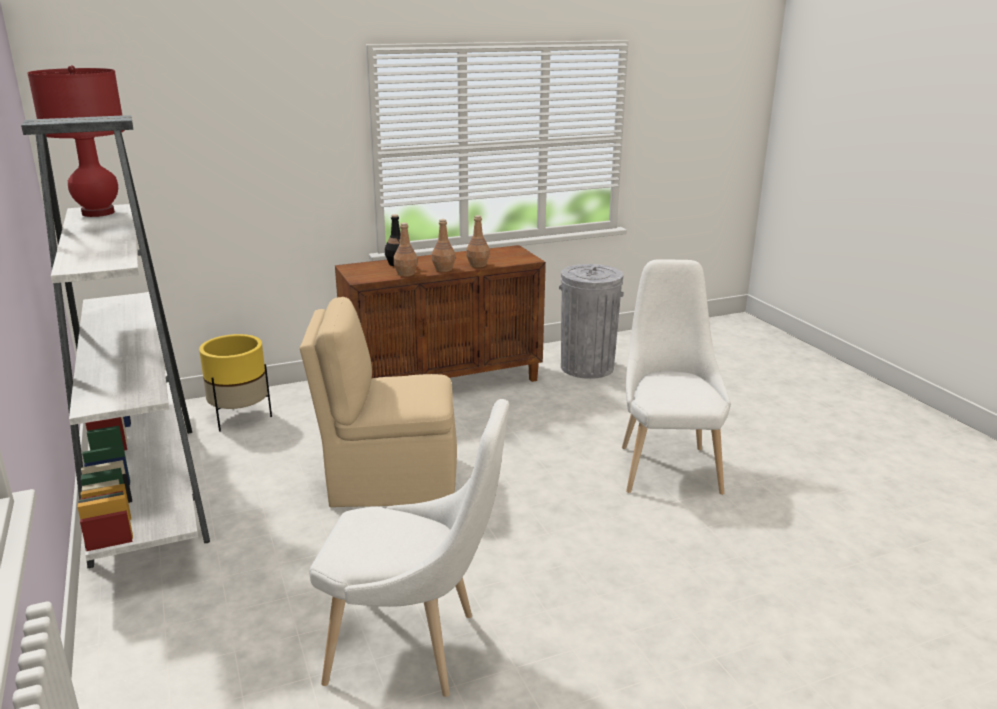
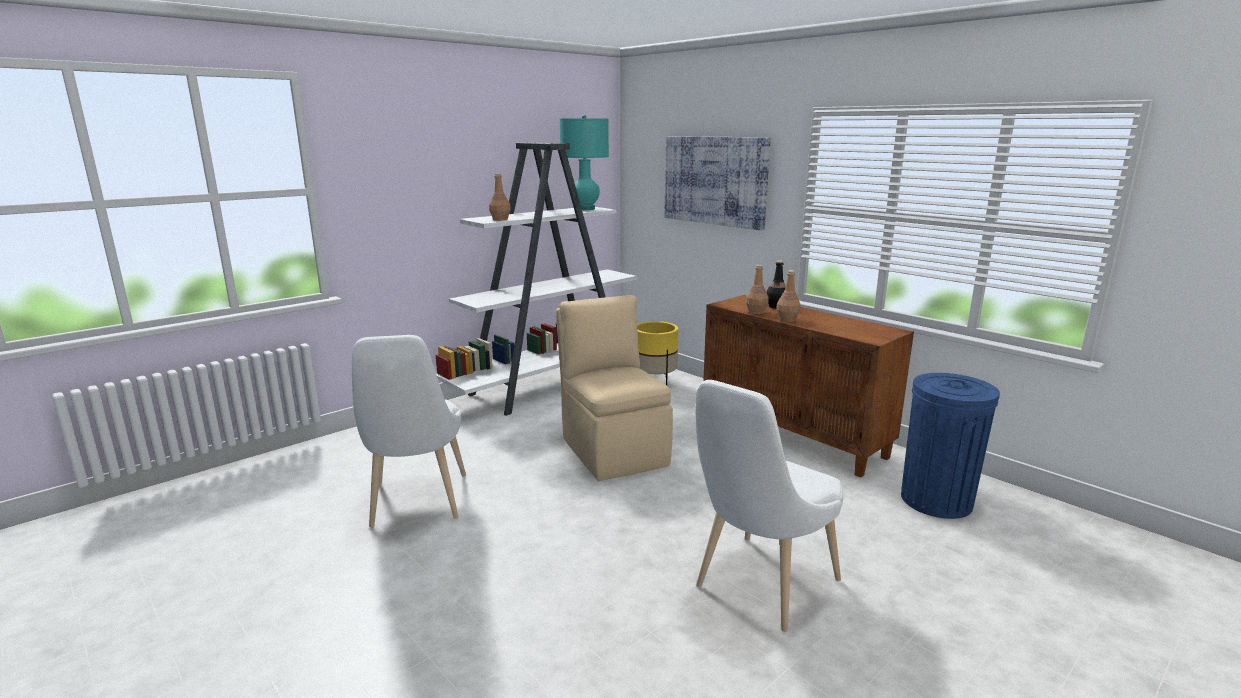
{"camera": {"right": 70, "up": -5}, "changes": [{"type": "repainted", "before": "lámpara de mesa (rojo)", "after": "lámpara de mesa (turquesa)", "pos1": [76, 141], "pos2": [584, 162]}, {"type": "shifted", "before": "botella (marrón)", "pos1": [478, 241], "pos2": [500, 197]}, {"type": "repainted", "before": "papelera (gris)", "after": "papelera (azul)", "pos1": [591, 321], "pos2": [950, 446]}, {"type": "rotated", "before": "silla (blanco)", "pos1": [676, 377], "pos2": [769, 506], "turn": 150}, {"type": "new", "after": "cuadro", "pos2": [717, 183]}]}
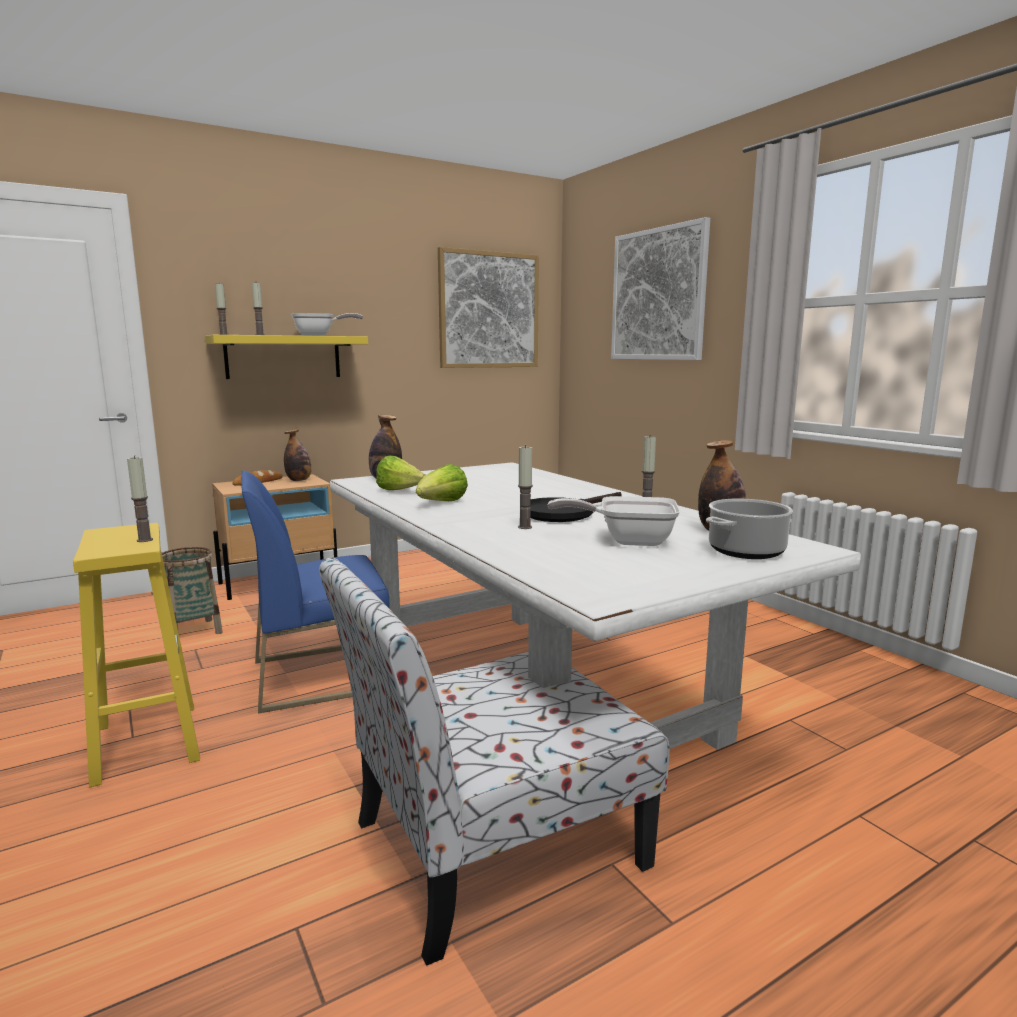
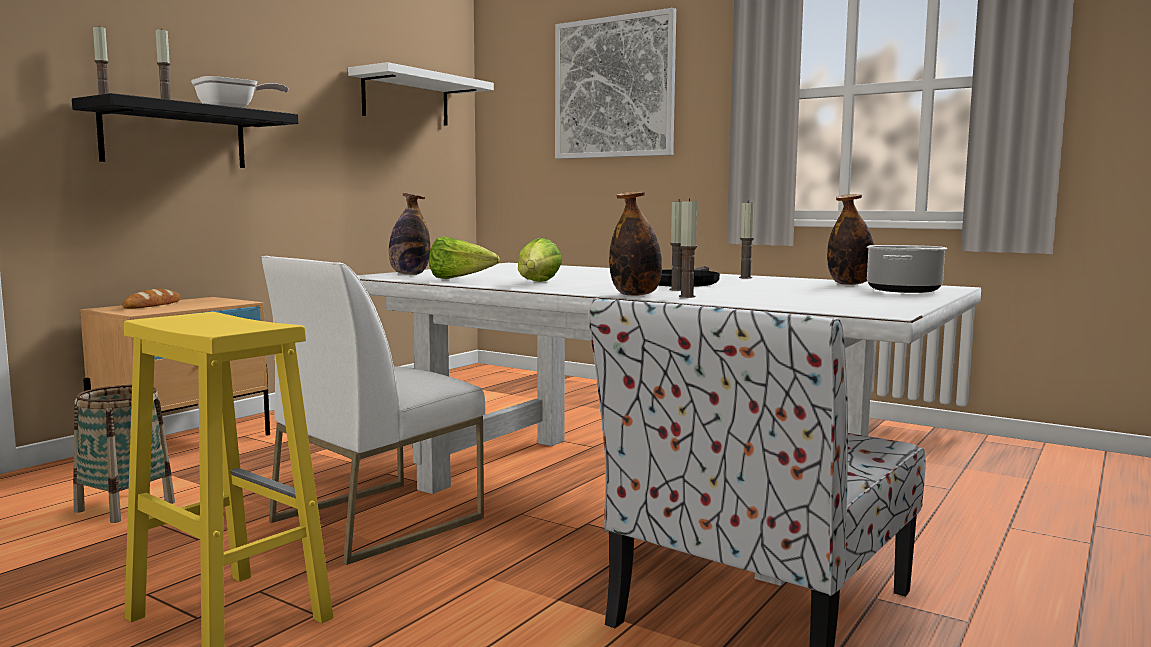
{"camera": {"right": -25, "up": -5}, "changes": [{"type": "shifted", "before": "vela", "pos1": [140, 498], "pos2": [688, 248]}, {"type": "repainted", "before": "estante (amarillo)", "after": "estante (negro)", "pos1": [286, 357], "pos2": [185, 130]}, {"type": "repainted", "before": "silla (azul)", "after": "silla (blanco)", "pos1": [315, 592], "pos2": [373, 410]}, {"type": "shifted", "before": "botella", "pos1": [297, 455], "pos2": [635, 243]}, {"type": "swapped", "before": "cuadro", "after": "estante (blanco)", "pos1": [488, 307], "pos2": [421, 94]}, {"type": "gone", "before": "sartén", "pos1": [614, 521]}]}
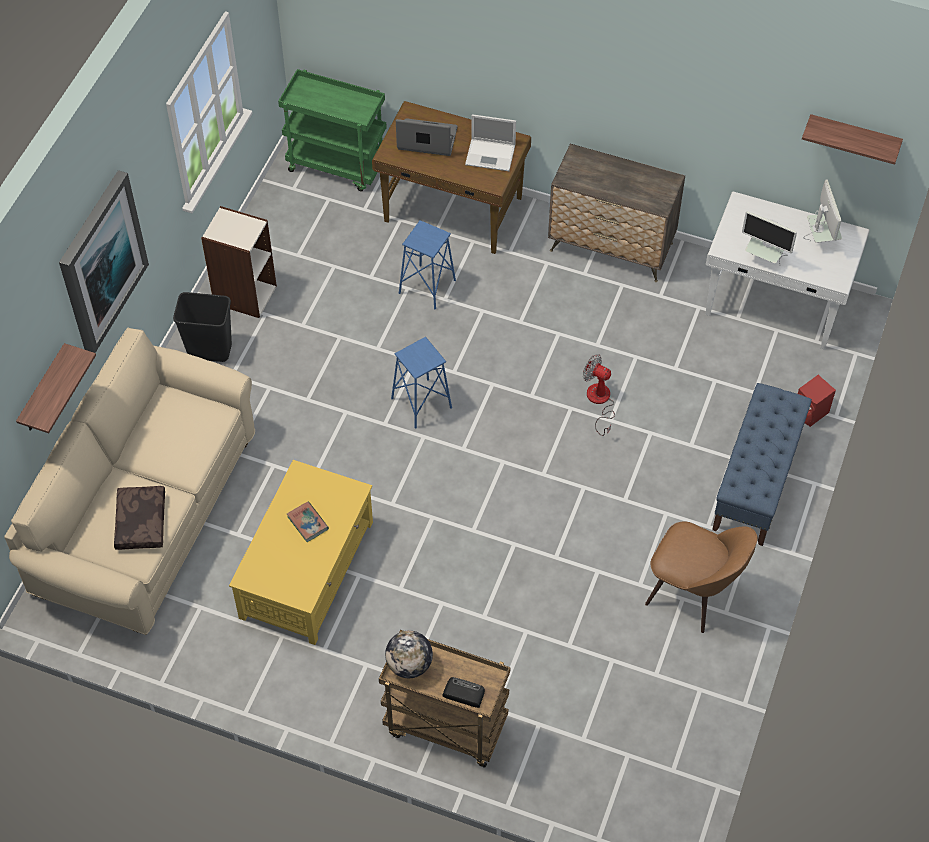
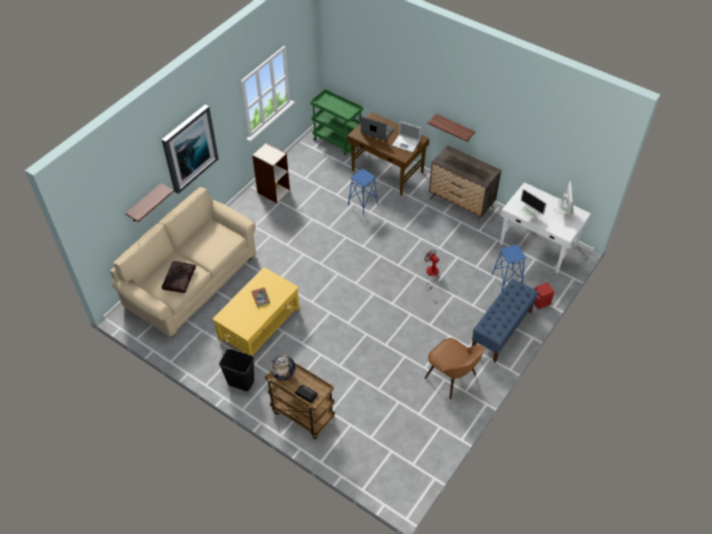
{"camera": {"right": 15, "up": -5}, "changes": [{"type": "shifted", "before": "papelera (negro)", "pos1": [202, 327], "pos2": [236, 369]}, {"type": "shifted", "before": "taburete (azul)", "pos1": [421, 383], "pos2": [509, 268]}, {"type": "shifted", "before": "estante", "pos1": [852, 139], "pos2": [451, 128]}]}
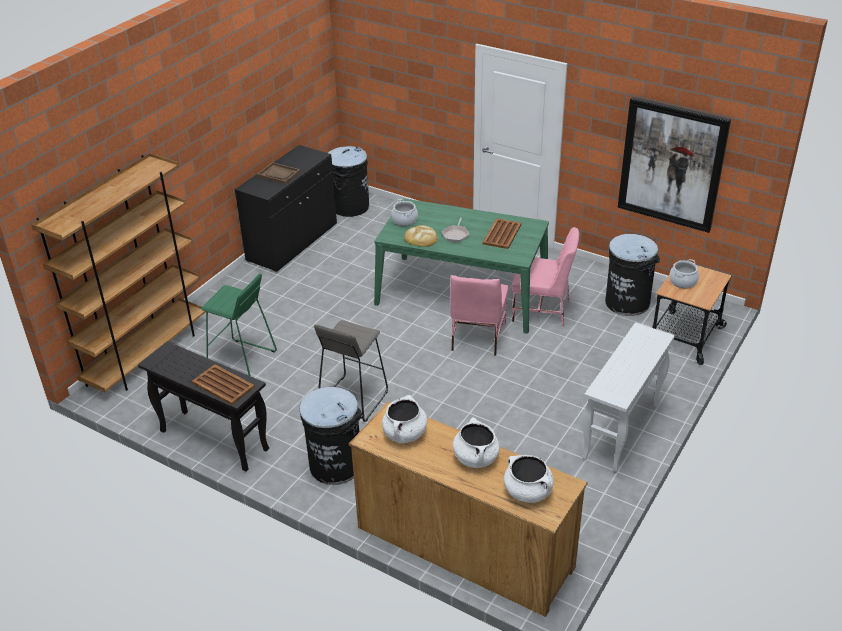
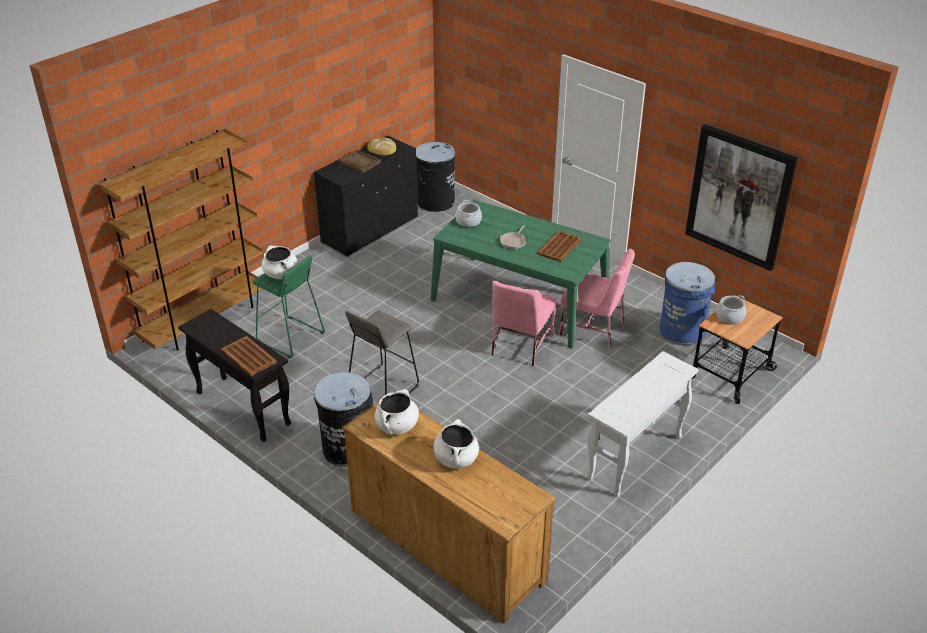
{"camera": {"right": 10, "up": 0}, "changes": [{"type": "shifted", "before": "pan", "pos1": [421, 236], "pos2": [381, 147]}, {"type": "shifted", "before": "olla (blanco)", "pos1": [529, 479], "pos2": [280, 262]}, {"type": "repainted", "before": "papelera (negro)", "after": "papelera (azul)", "pos1": [632, 275], "pos2": [687, 303]}]}
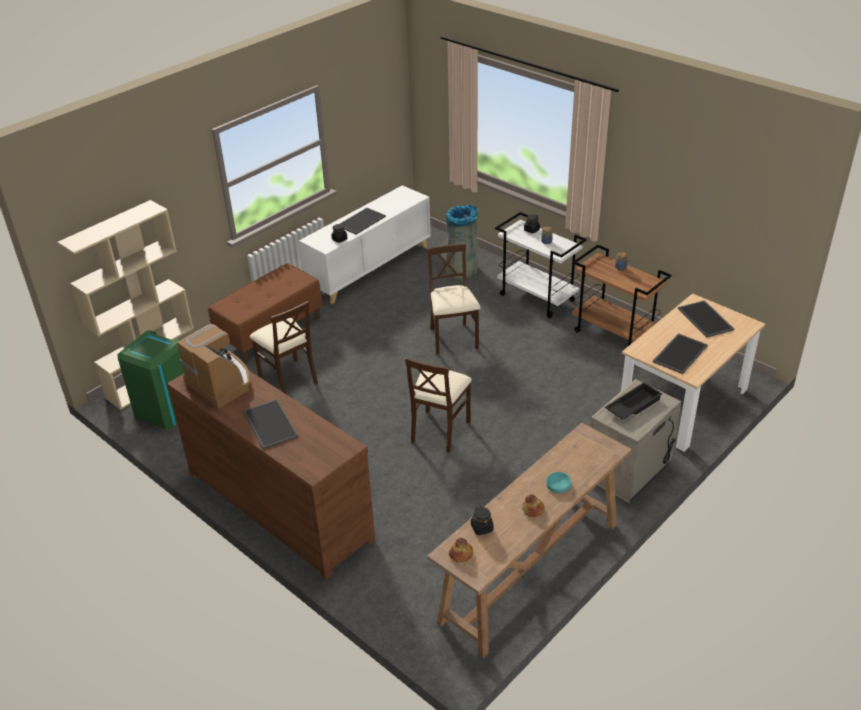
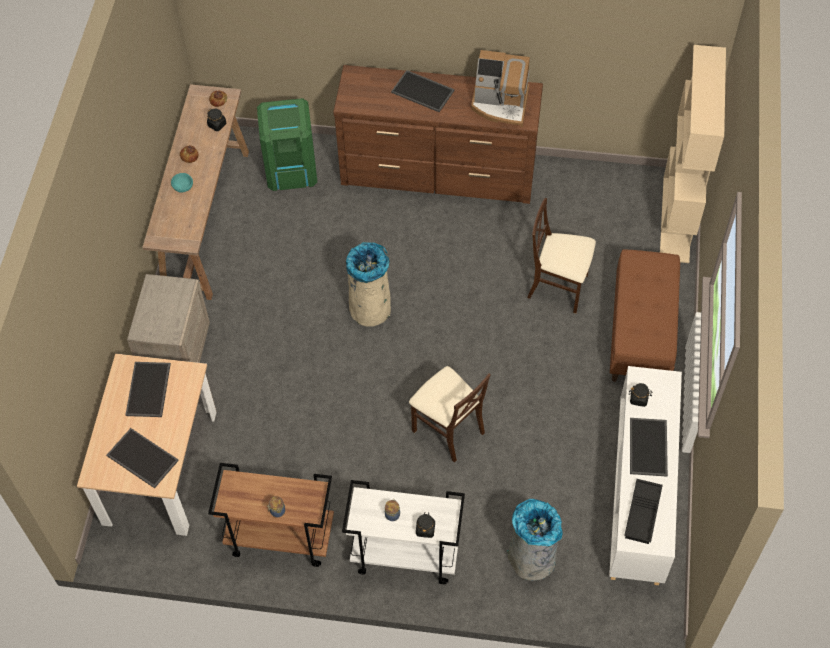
{"camera": {"right": 145, "up": 20}, "changes": [{"type": "shifted", "before": "papelera (verde)", "pos1": [151, 379], "pos2": [287, 144]}, {"type": "swapped", "before": "silla (beis)", "after": "papelera (beis)", "pos1": [438, 405], "pos2": [368, 284]}, {"type": "shifted", "before": "bandeja (negro)", "pos1": [633, 401], "pos2": [643, 511]}]}
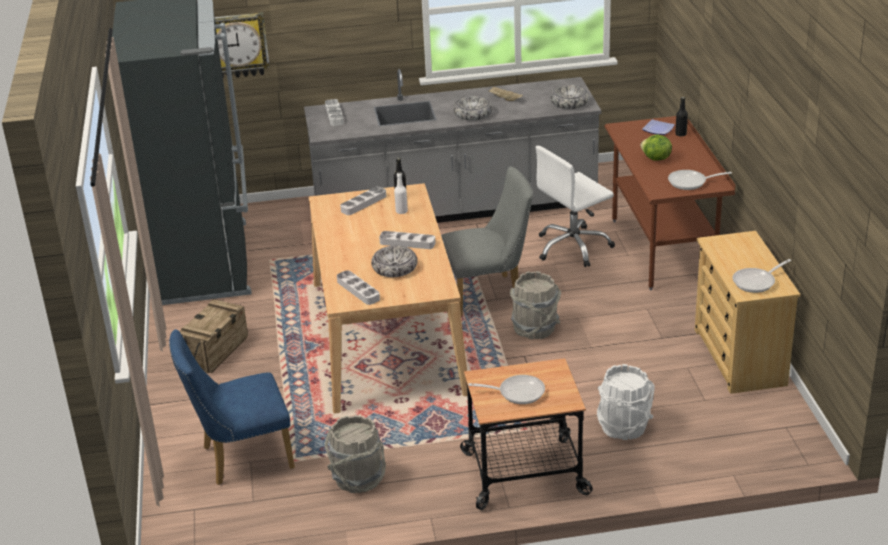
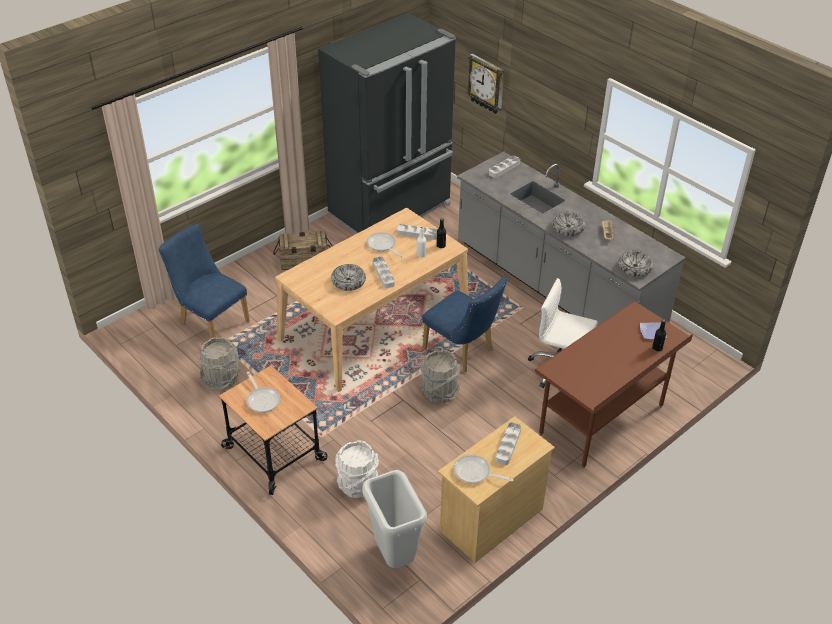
{"camera": {"right": 55, "up": 10}, "changes": [{"type": "shifted", "before": "bandeja (gris)", "pos1": [358, 287], "pos2": [508, 443]}, {"type": "repainted", "before": "silla (gris)", "after": "silla (azul)", "pos1": [487, 241], "pos2": [465, 324]}, {"type": "gone", "before": "lechuga", "pos1": [656, 148]}, {"type": "shifted", "before": "sartén", "pos1": [700, 180], "pos2": [384, 244]}, {"type": "new", "after": "papelera (gris)", "pos2": [394, 519]}]}
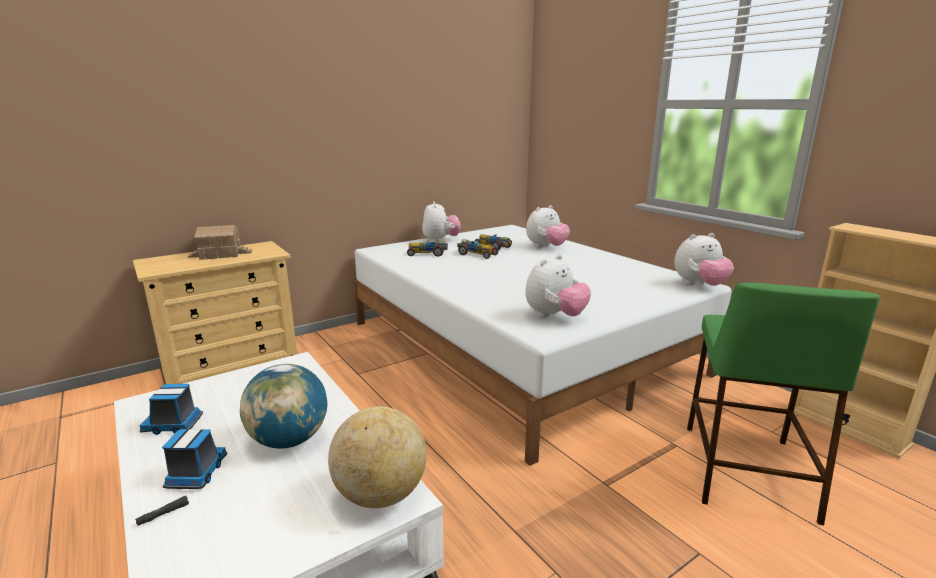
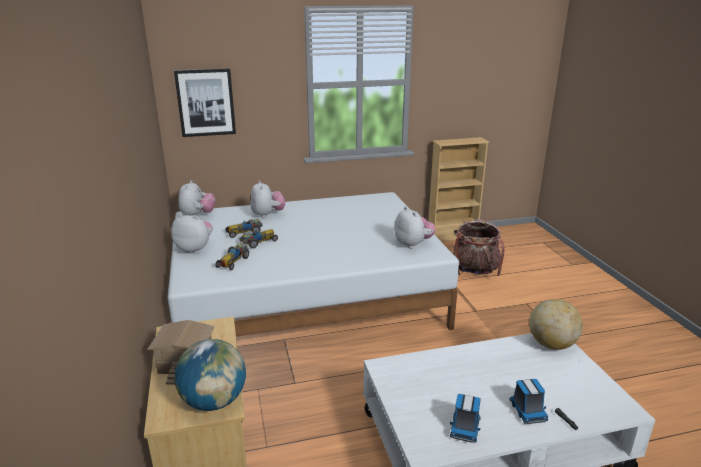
{"camera": {"right": -70, "up": 5}, "changes": [{"type": "rotated", "before": "camión de juguete", "pos1": [194, 459], "pos2": [528, 401], "turn": -120}, {"type": "shifted", "before": "globo terráqueo", "pos1": [283, 406], "pos2": [210, 375]}, {"type": "shifted", "before": "peluche", "pos1": [704, 259], "pos2": [196, 198]}, {"type": "swapped", "before": "taburete (verde)", "after": "mochila", "pos1": [783, 404], "pos2": [478, 247]}, {"type": "new", "after": "cuadro", "pos2": [205, 102]}]}
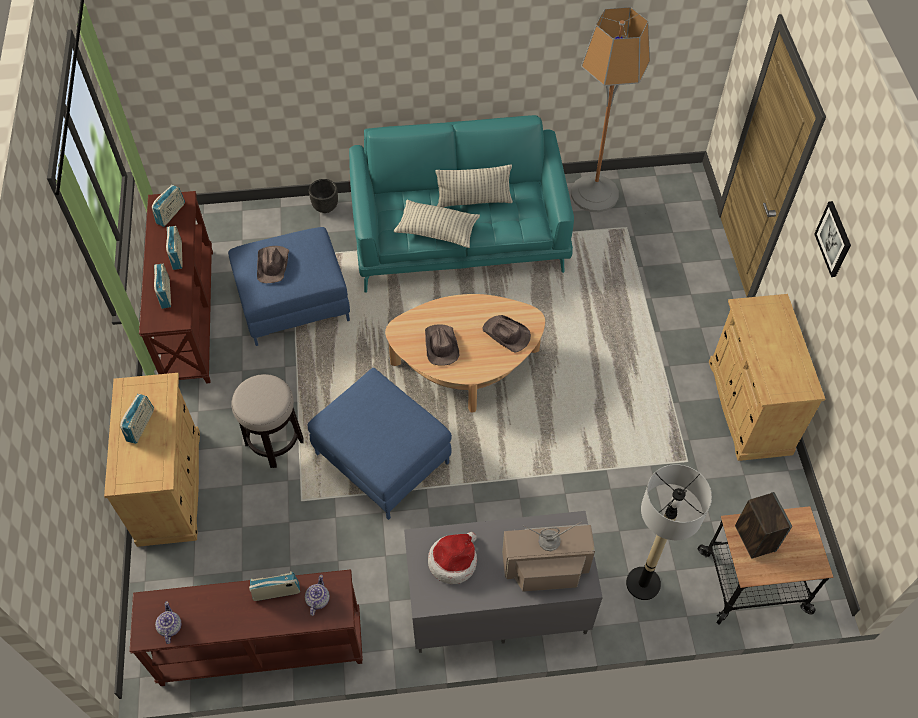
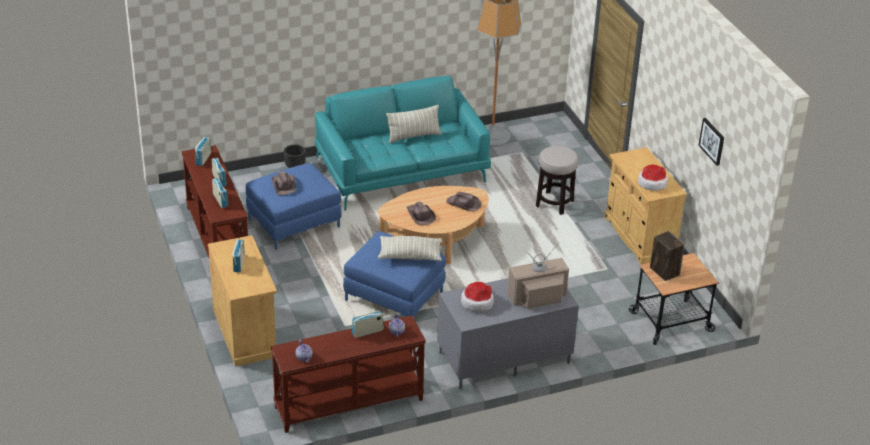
{"camera": {"right": -15, "up": -20}, "changes": [{"type": "shifted", "before": "taburete", "pos1": [267, 421], "pos2": [557, 180]}, {"type": "shifted", "before": "cojín", "pos1": [437, 224], "pos2": [410, 248]}, {"type": "gone", "before": "lámpara de pie", "pos1": [669, 532]}, {"type": "shifted", "before": "cuadro", "pos1": [832, 239], "pos2": [711, 142]}, {"type": "new", "after": "sombrero", "pos2": [653, 178]}]}
